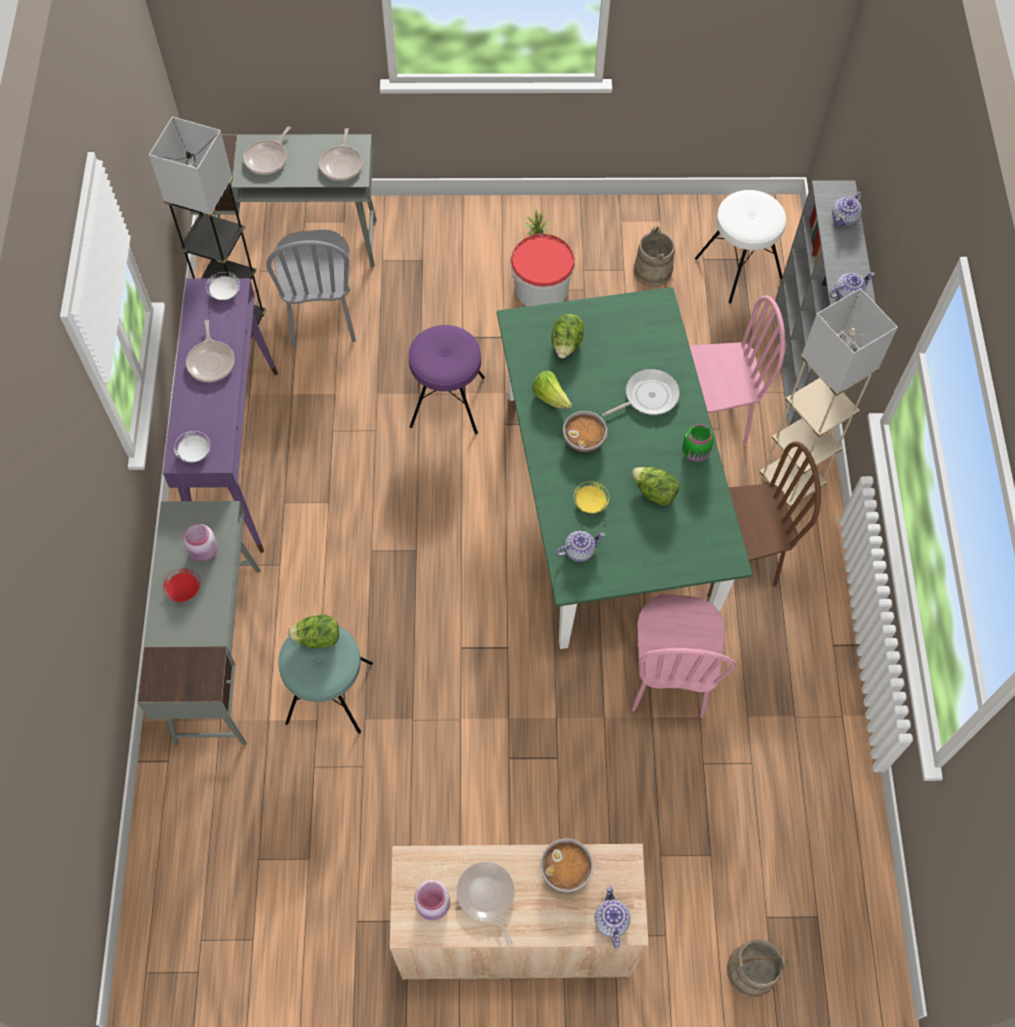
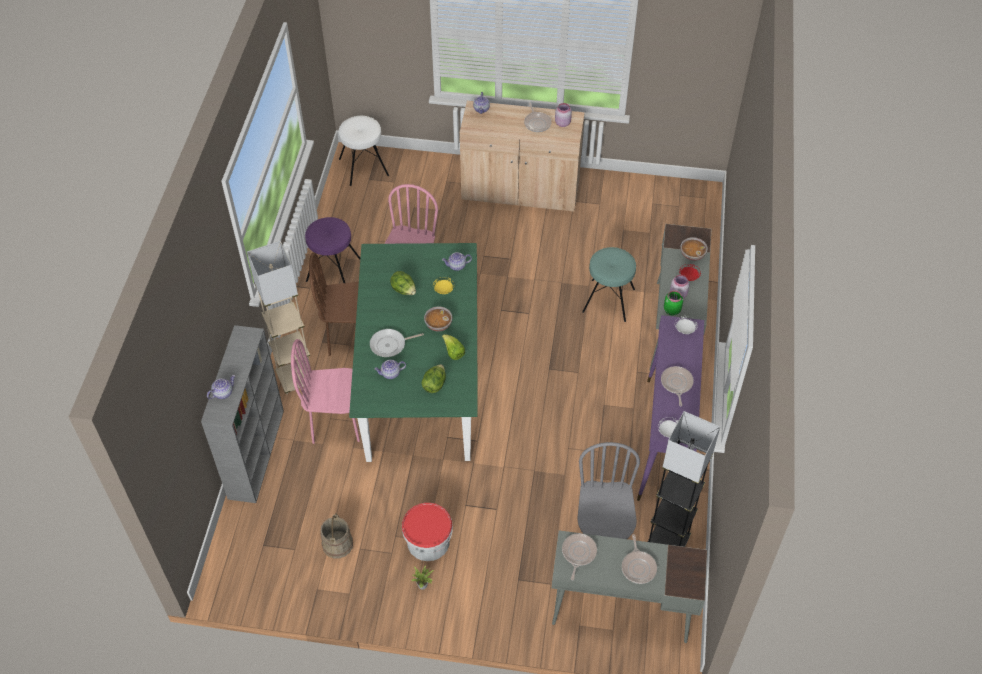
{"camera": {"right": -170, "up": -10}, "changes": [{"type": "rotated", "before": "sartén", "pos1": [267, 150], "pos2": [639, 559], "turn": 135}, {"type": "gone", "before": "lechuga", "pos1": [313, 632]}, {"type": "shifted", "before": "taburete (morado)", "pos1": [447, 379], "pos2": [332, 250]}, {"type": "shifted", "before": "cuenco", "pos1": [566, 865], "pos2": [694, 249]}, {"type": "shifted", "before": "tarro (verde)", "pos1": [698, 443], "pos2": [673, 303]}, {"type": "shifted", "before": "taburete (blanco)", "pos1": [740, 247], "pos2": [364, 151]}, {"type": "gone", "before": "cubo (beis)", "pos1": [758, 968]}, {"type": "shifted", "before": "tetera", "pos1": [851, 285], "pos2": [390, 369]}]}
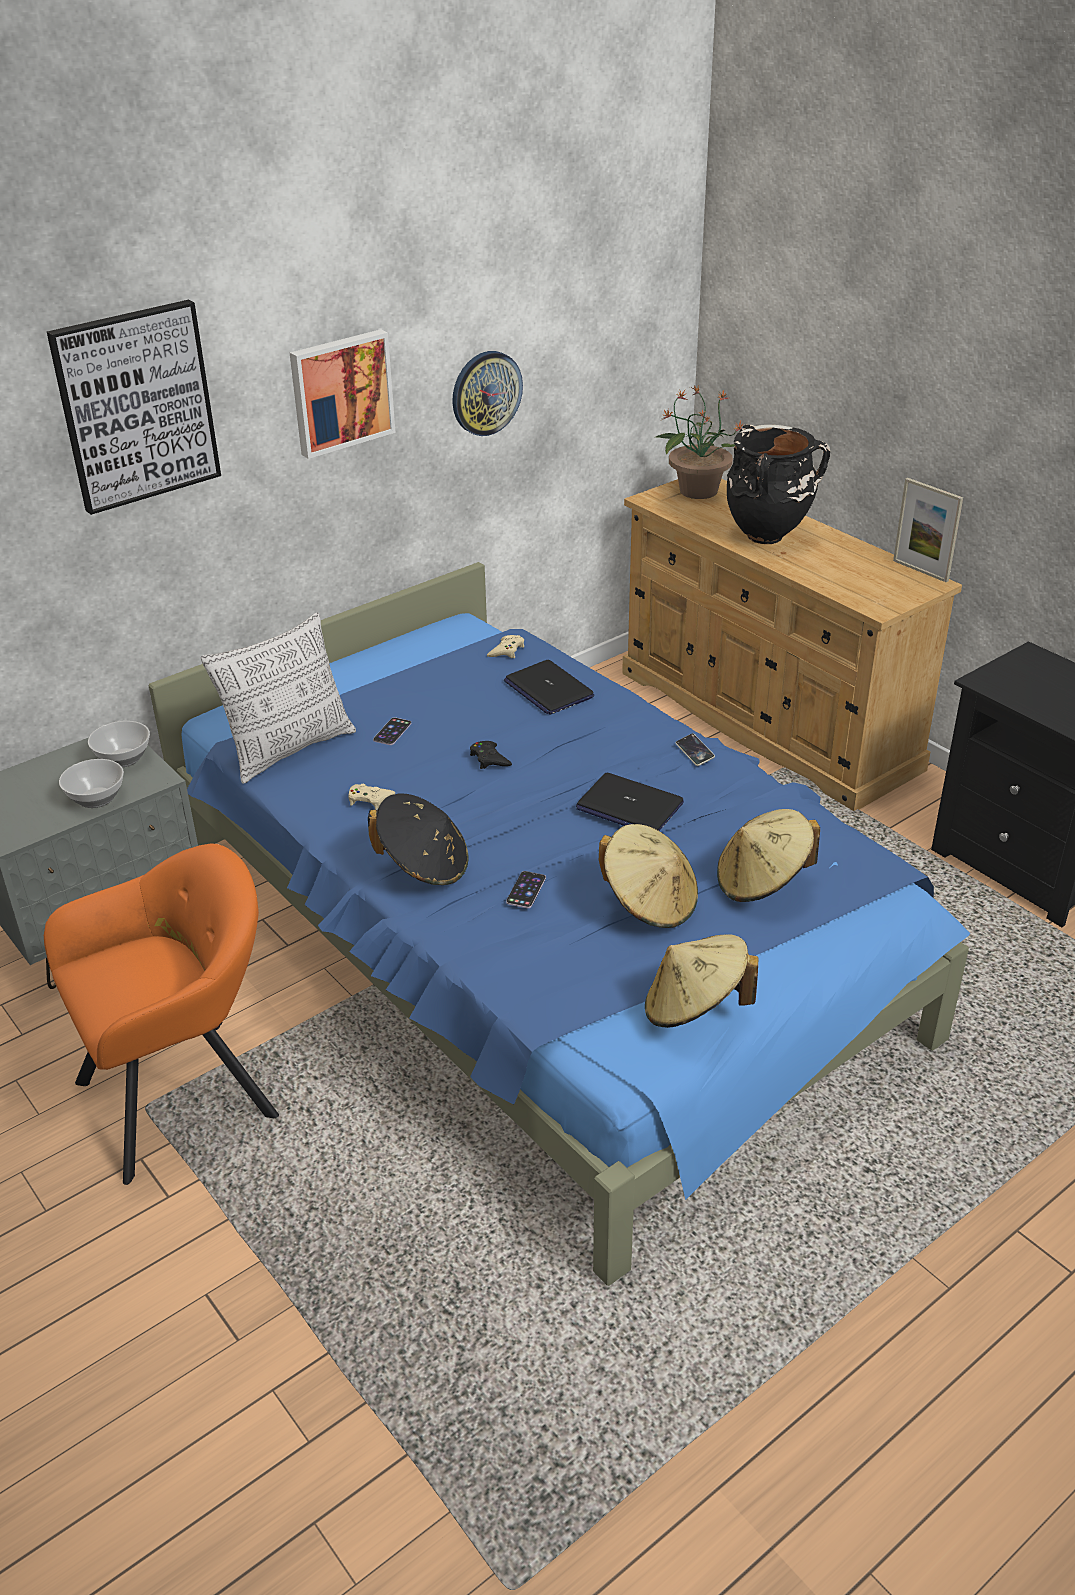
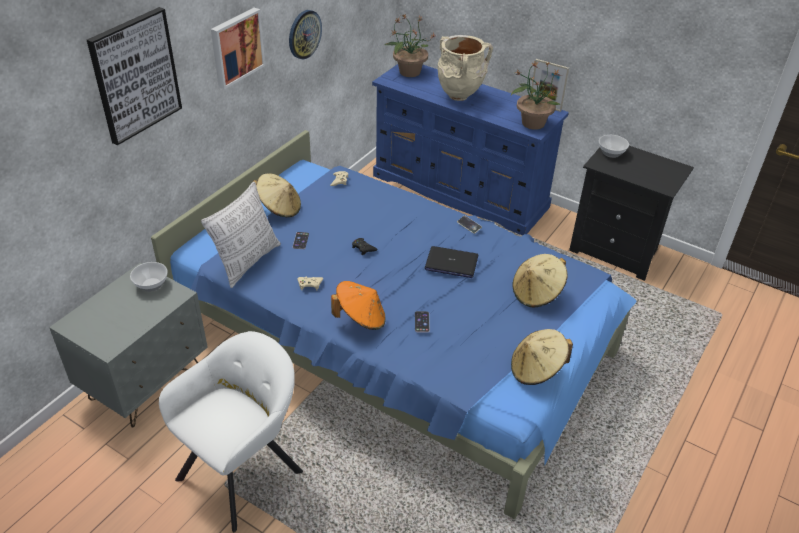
{"camera": {"right": -20, "up": 5}, "changes": [{"type": "repainted", "before": "sillón (naranja)", "after": "sillón (blanco)", "pos1": [161, 1014], "pos2": [231, 431]}, {"type": "shifted", "before": "cuenco", "pos1": [91, 783], "pos2": [614, 146]}, {"type": "repainted", "before": "sombrero (negro)", "after": "sombrero (naranja)", "pos1": [418, 839], "pos2": [358, 305]}, {"type": "gone", "before": "portátil", "pos1": [549, 687]}, {"type": "shifted", "before": "sombrero (beis)", "pos1": [648, 876], "pos2": [277, 195]}, {"type": "repainted", "before": "cómoda (beis)", "after": "cómoda (azul)", "pos1": [792, 645], "pos2": [470, 149]}, {"type": "repainted", "before": "florero (negro)", "after": "florero (beis)", "pos1": [778, 484], "pos2": [465, 68]}, {"type": "new", "after": "planta en maceta", "pos2": [536, 96]}]}
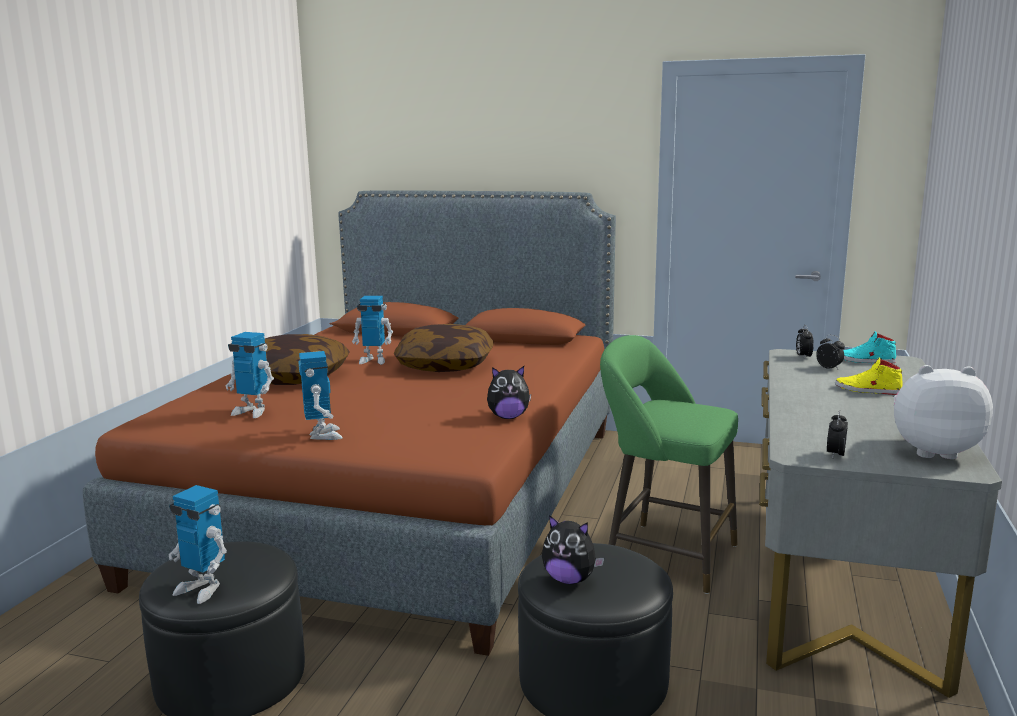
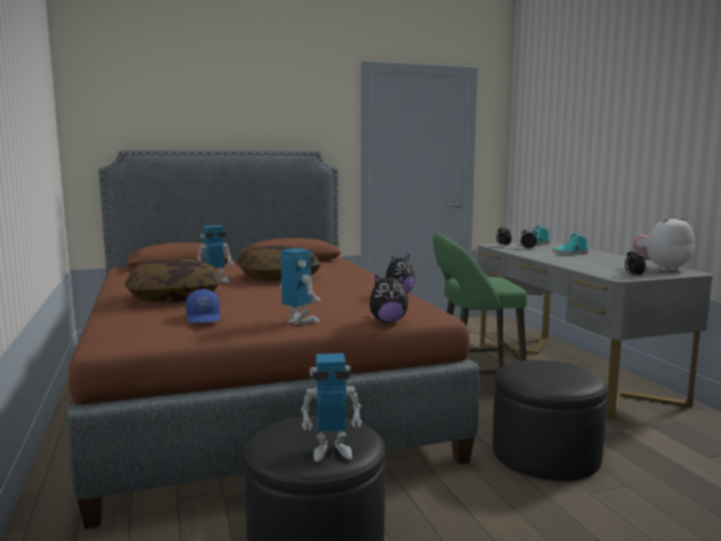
{"camera": {"right": -35, "up": -5}, "changes": [{"type": "swapped", "before": "robot de juguete", "after": "gorra (azul)", "pos1": [250, 375], "pos2": [203, 306]}, {"type": "shifted", "before": "peluche", "pos1": [573, 549], "pos2": [389, 298]}, {"type": "repainted", "before": "zapato (amarillo)", "after": "zapato (turquesa)", "pos1": [869, 376], "pos2": [570, 244]}]}
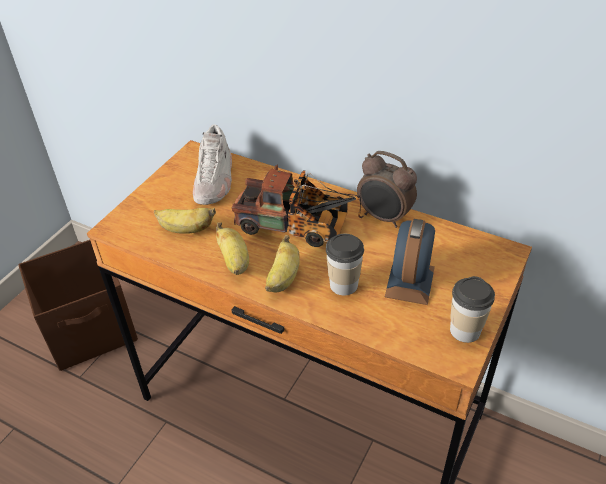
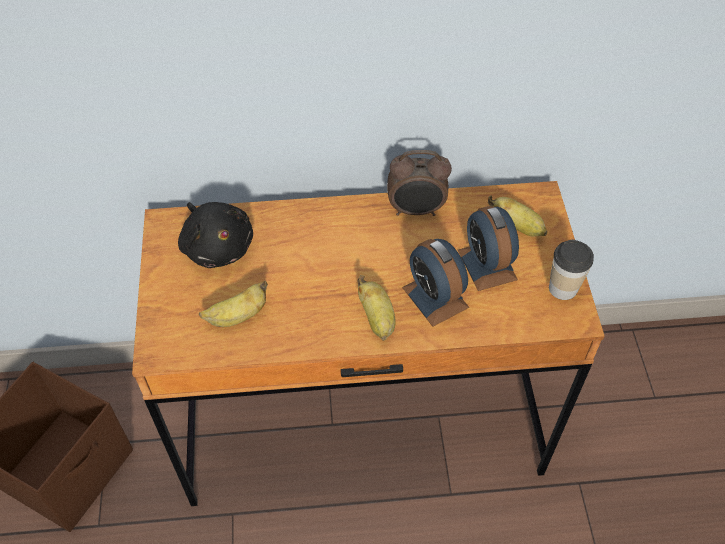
{"camera": {"right": -35, "up": 10}, "changes": [{"type": "swapped", "before": "zapato (blanco)", "after": "peluche (negro)", "pos1": [212, 164], "pos2": [215, 235]}, {"type": "shifted", "before": "plátano", "pos1": [232, 248], "pos2": [517, 216]}, {"type": "gone", "before": "camión de juguete", "pos1": [298, 206]}, {"type": "swapped", "before": "taza", "after": "despertador", "pos1": [345, 264], "pos2": [435, 283]}]}
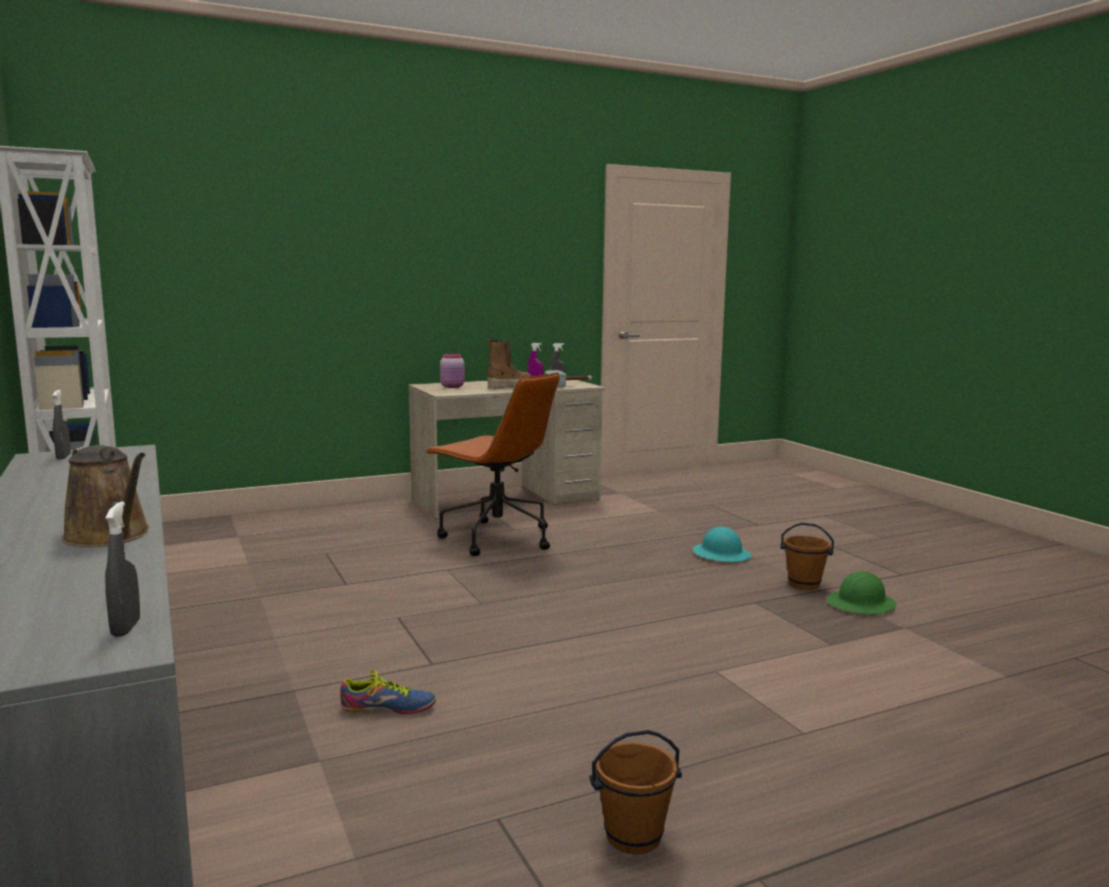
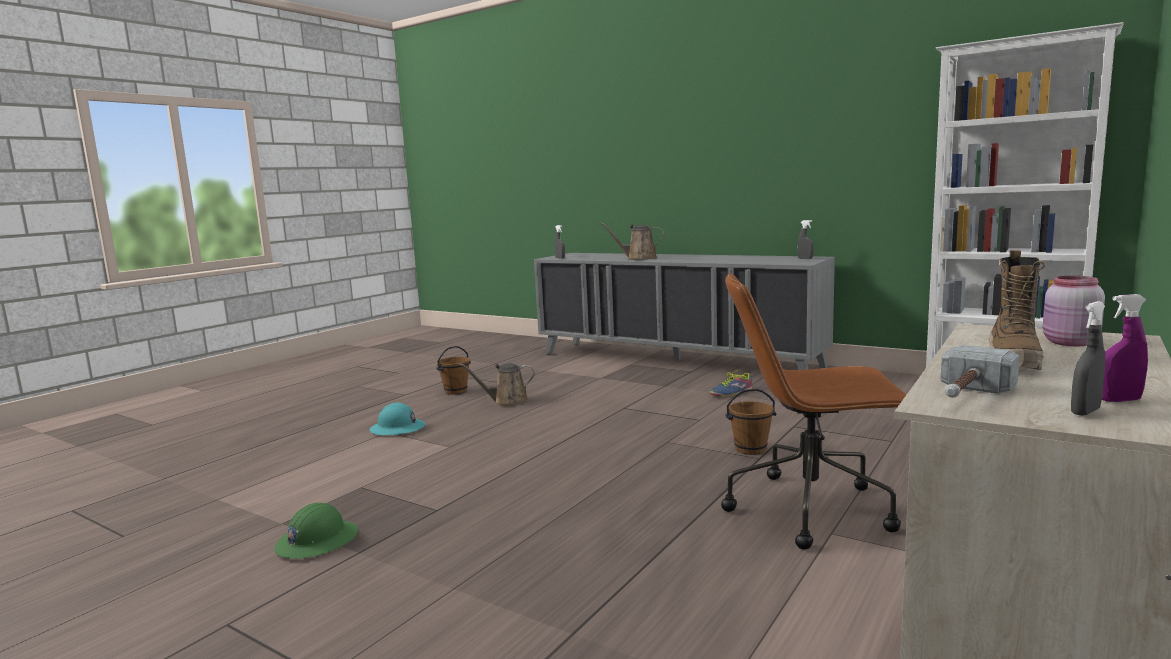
{"camera": {"right": 150, "up": 0}, "changes": [{"type": "shifted", "before": "zapato", "pos1": [388, 692], "pos2": [731, 383]}, {"type": "shifted", "before": "casco (turquesa)", "pos1": [722, 544], "pos2": [397, 419]}, {"type": "shifted", "before": "cubo (marrón)", "pos1": [807, 556], "pos2": [751, 422]}, {"type": "new", "after": "regadera (marrón)", "pos2": [497, 384]}]}
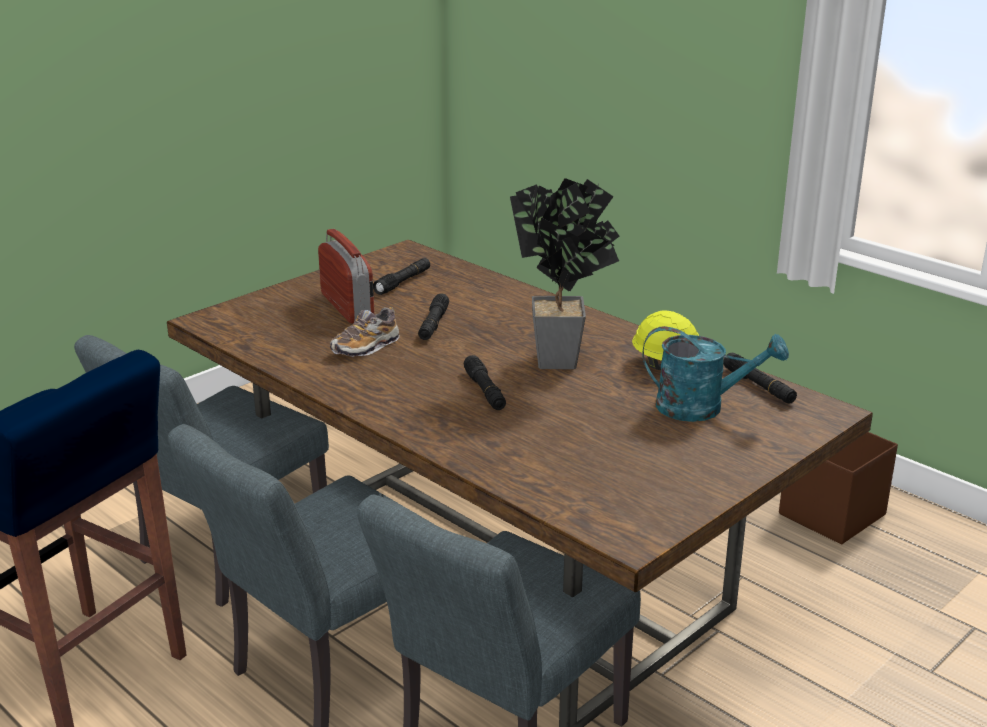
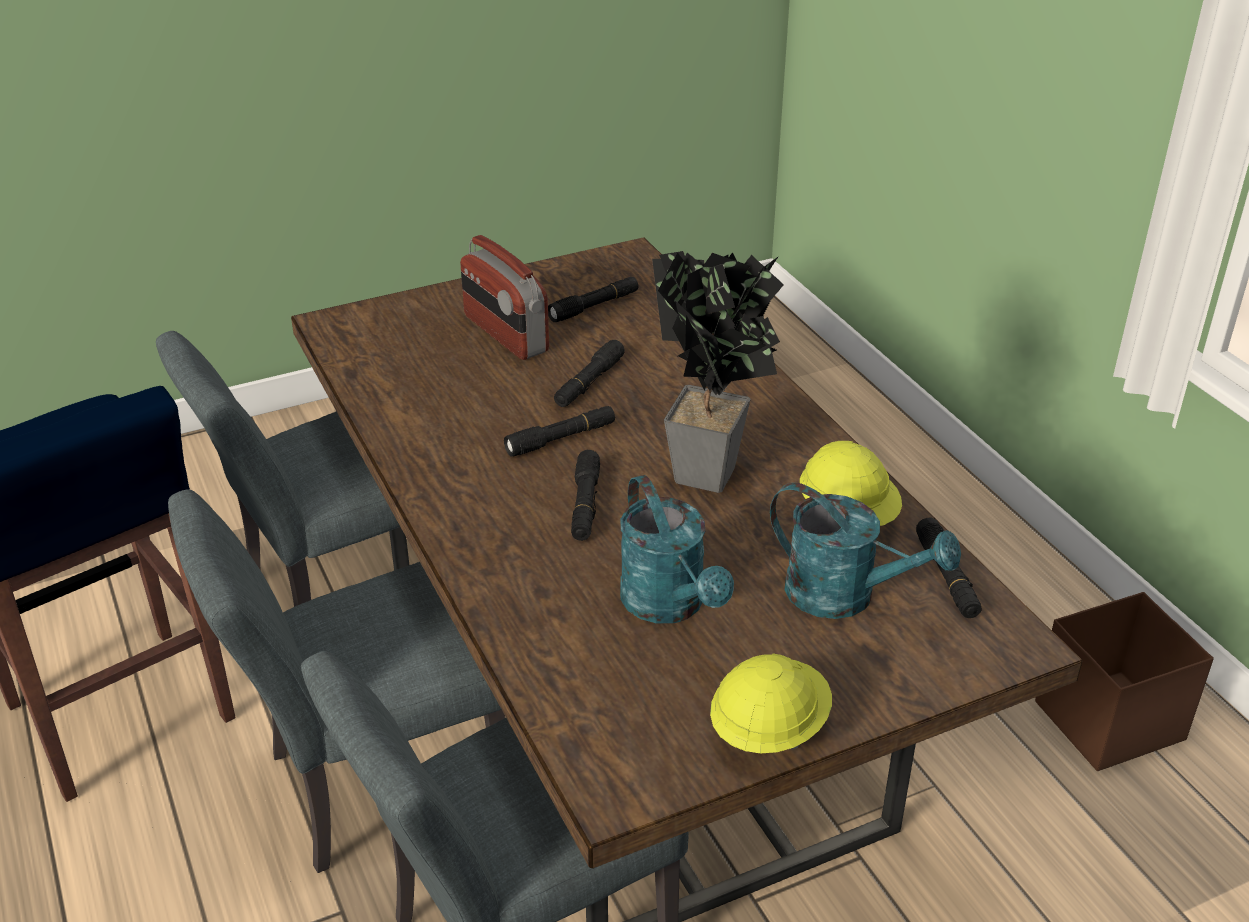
{"camera": {"right": 20, "up": 10}, "changes": [{"type": "rotated", "before": "radio", "pos1": [346, 276], "pos2": [504, 297], "turn": 150}, {"type": "gone", "before": "zapato", "pos1": [365, 332]}, {"type": "new", "after": "linterna (negro)", "pos2": [559, 431]}, {"type": "new", "after": "regadera (turquesa)", "pos2": [677, 549]}, {"type": "new", "after": "casco (amarillo)", "pos2": [771, 703]}]}
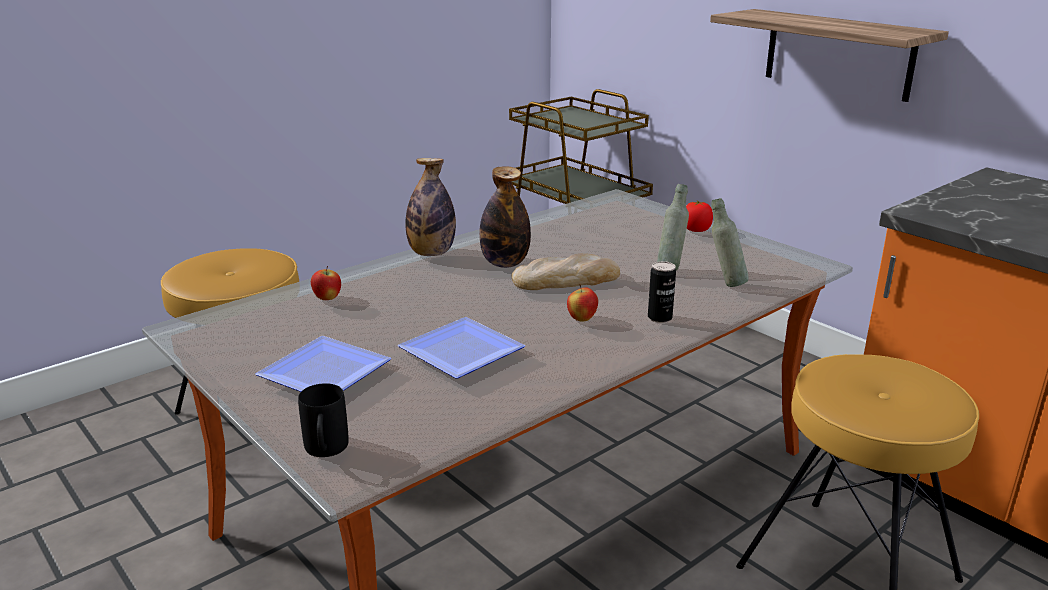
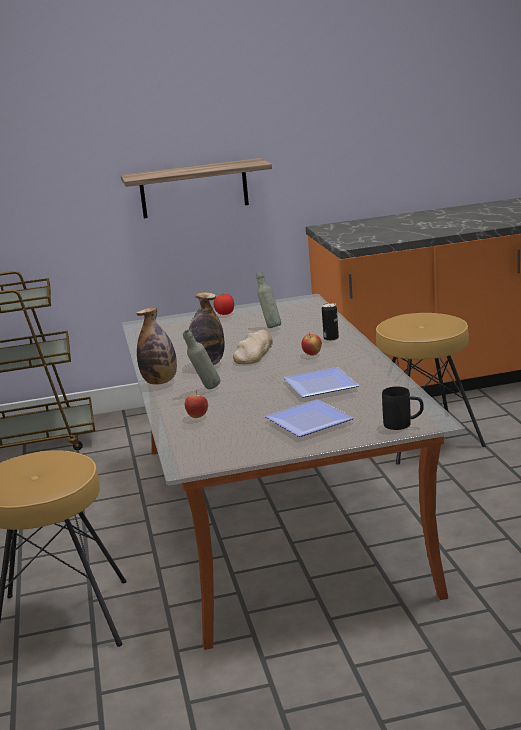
{"camera": {"right": -60, "up": -5}, "changes": [{"type": "shifted", "before": "botella (gris)", "pos1": [730, 242], "pos2": [201, 359]}]}
